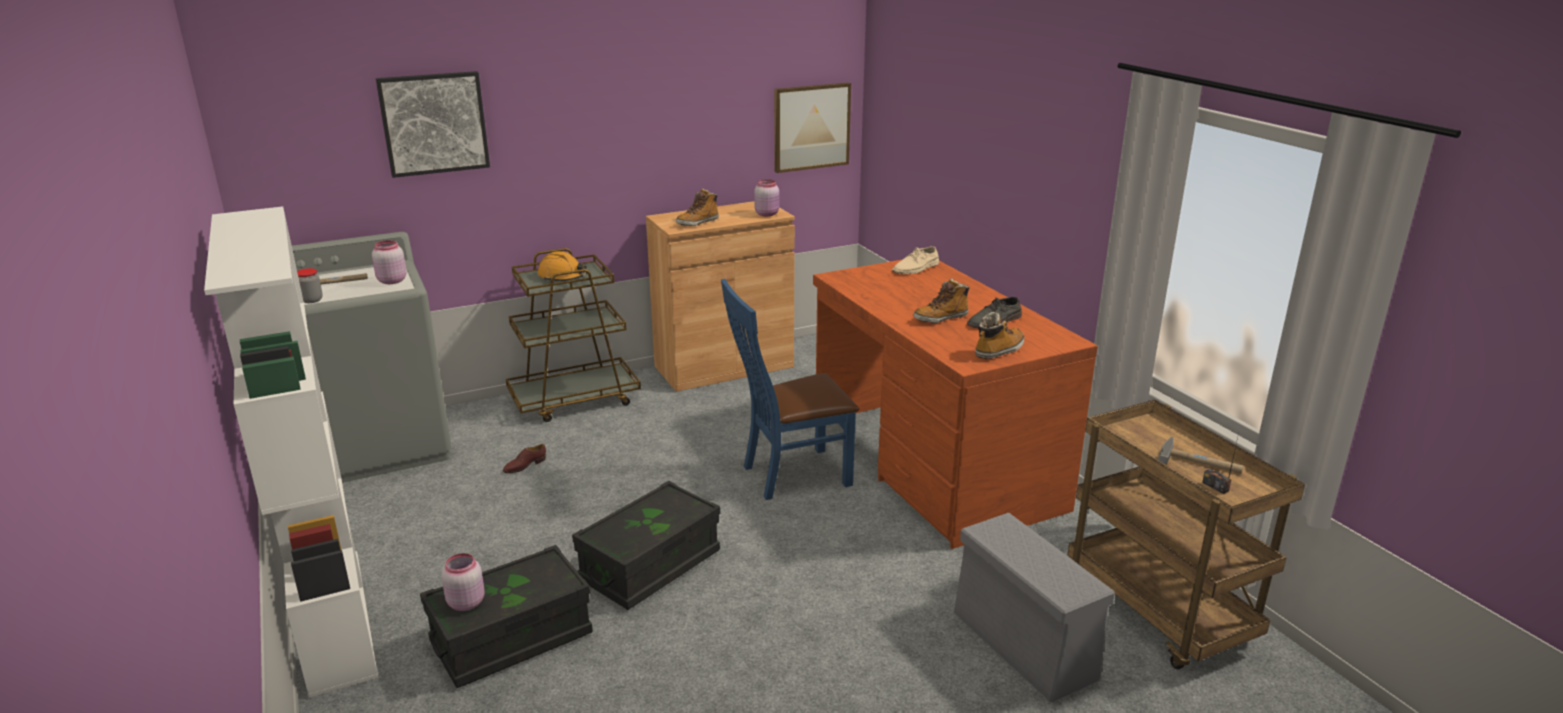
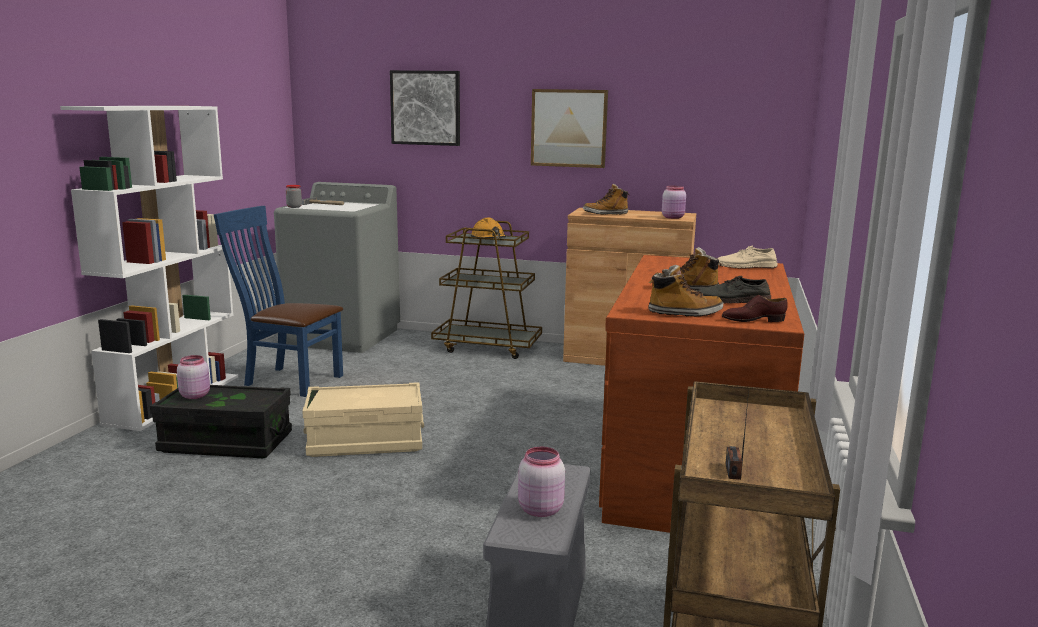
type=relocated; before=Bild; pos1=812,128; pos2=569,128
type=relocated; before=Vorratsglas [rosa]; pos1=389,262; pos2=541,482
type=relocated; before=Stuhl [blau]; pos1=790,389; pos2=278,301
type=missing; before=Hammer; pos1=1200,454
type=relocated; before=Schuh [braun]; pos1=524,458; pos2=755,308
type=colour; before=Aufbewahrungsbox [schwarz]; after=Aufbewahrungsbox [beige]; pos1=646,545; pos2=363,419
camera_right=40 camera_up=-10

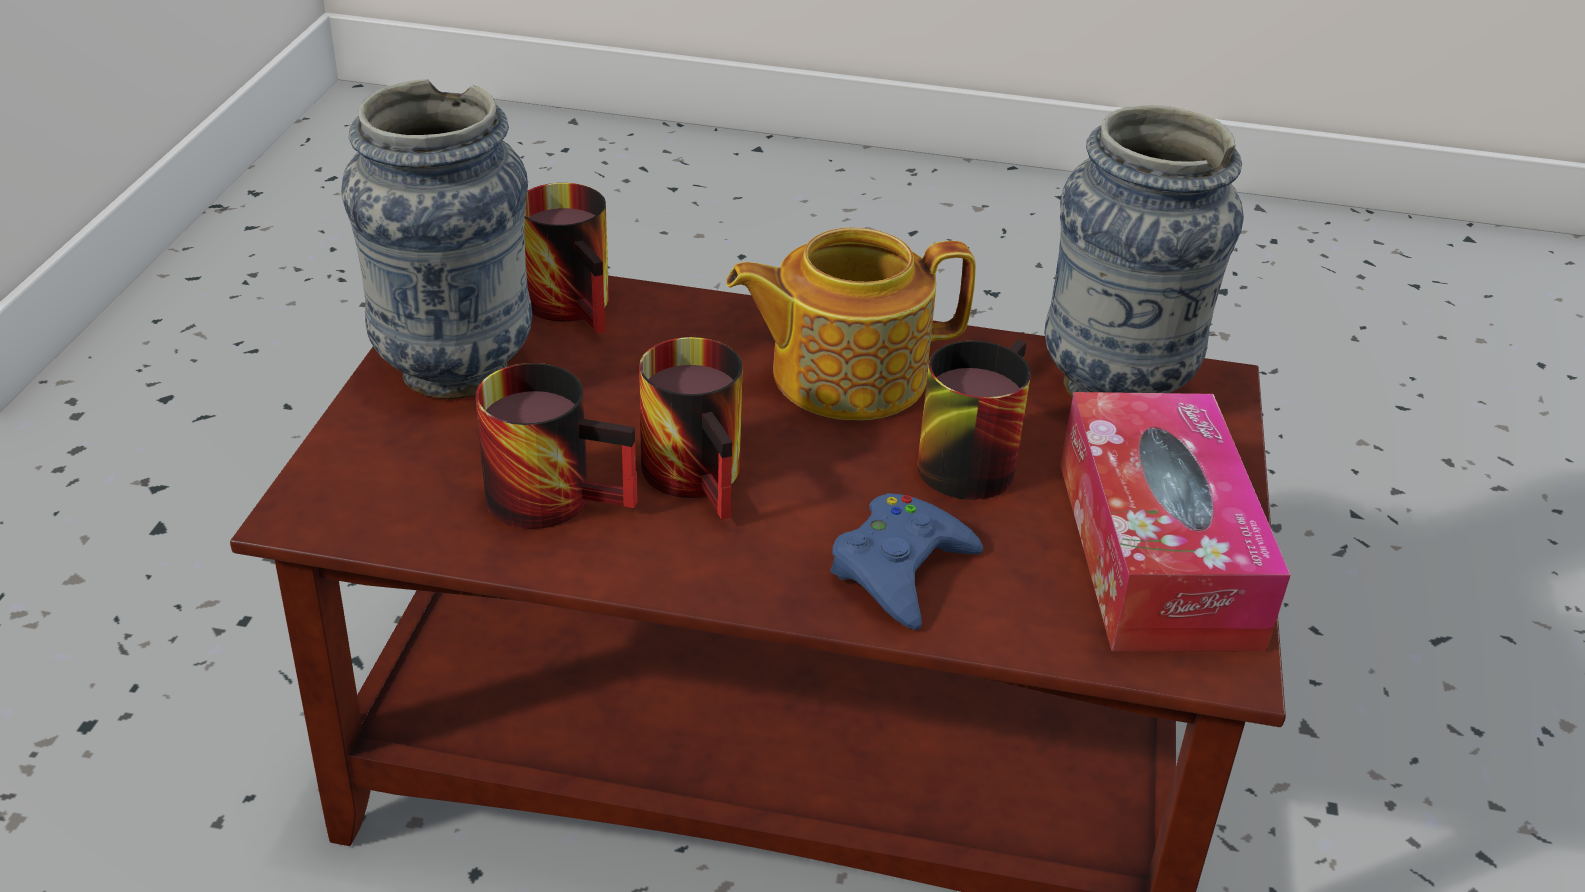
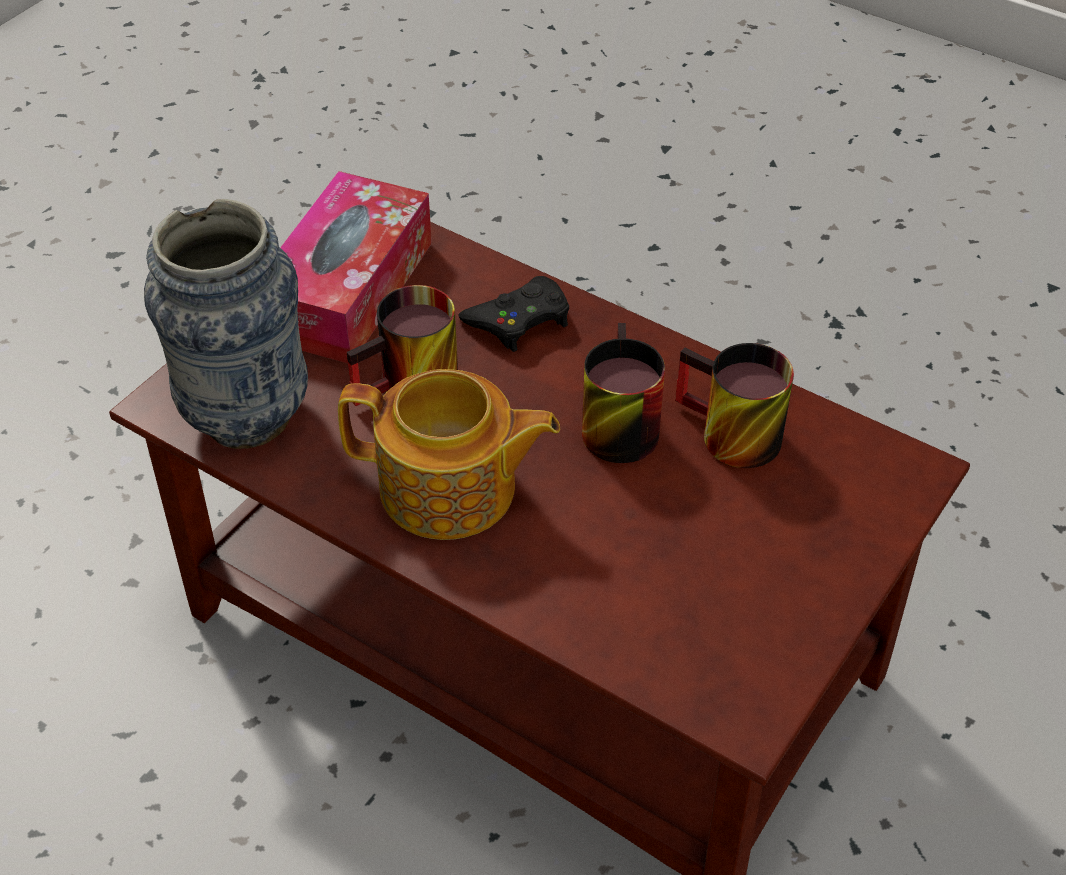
type=missing; before=Vase; pos1=437,239
type=missing; before=Henkelbecher; pos1=567,258
type=colour; before=Gamepad [blau]; after=Gamepad [schwarz]; pos1=906,561; pos2=514,314
camera_right=-155 camera_up=10

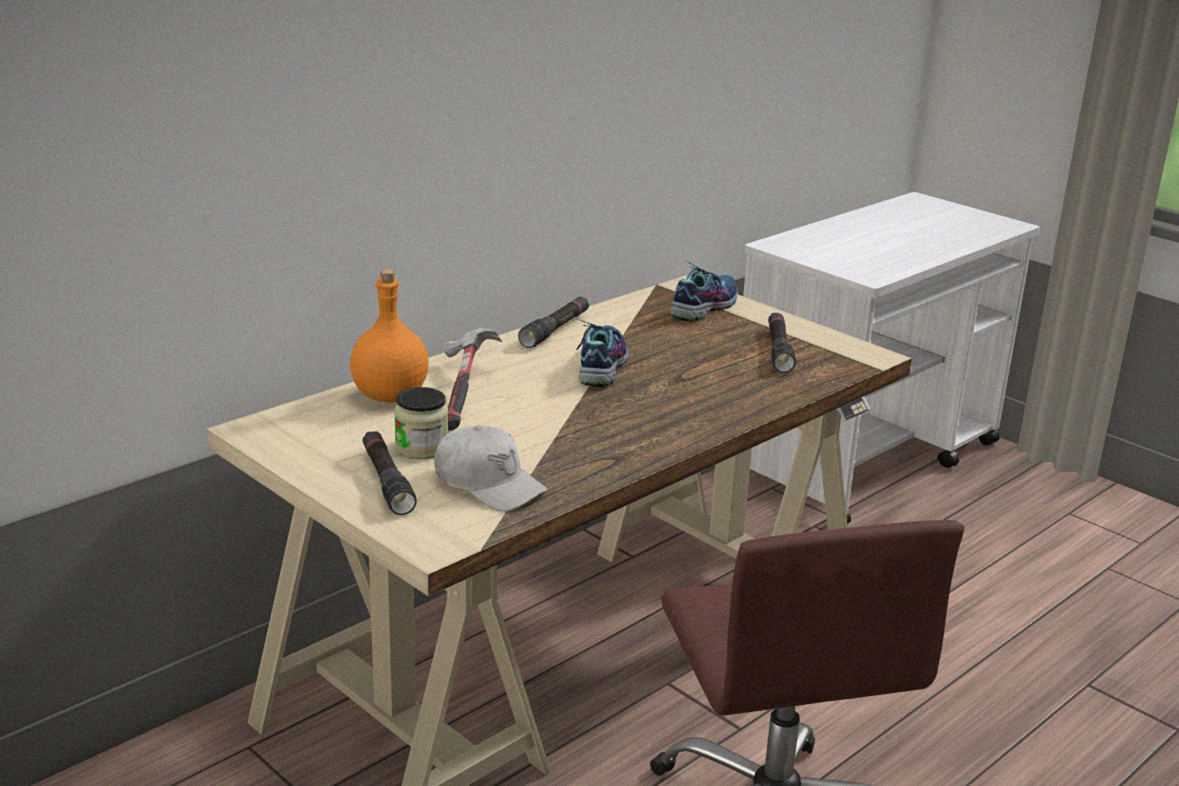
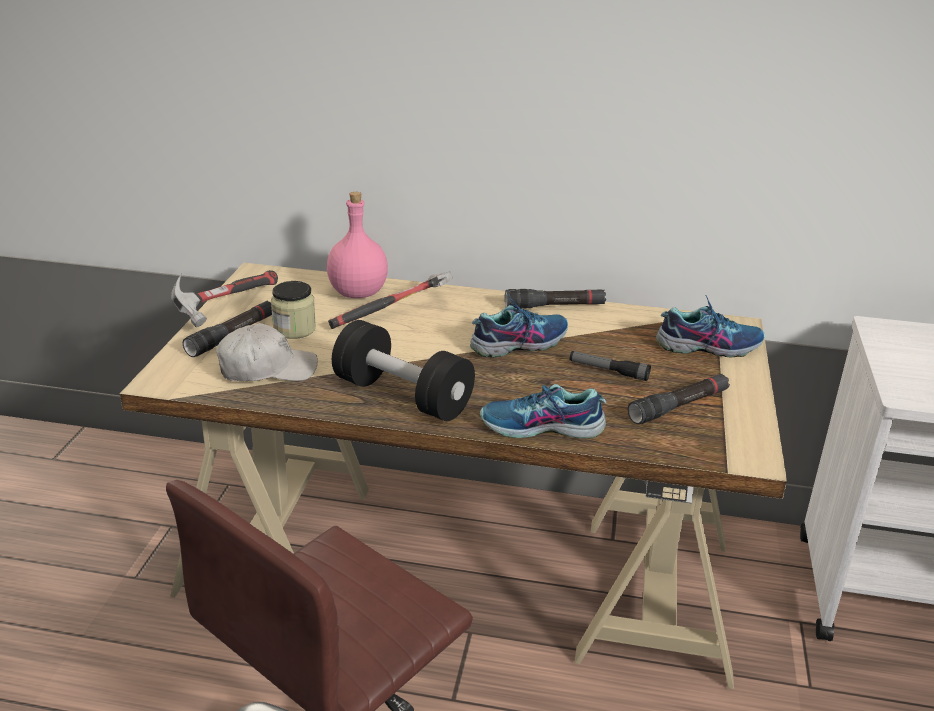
type=colour; before=Flasche [orange]; after=Flasche [rosa]; pos1=389,336; pos2=357,245
type=spun; before=Kappe [weiß]; pos1=491,468; pos2=267,352; turn=-105
type=appeared; after=Hammer; pos2=224,298
type=appeared; after=Hantel [schwarz]; pos2=403,370
type=appeared; after=Taschenlampe; pos2=610,366
type=appeared; after=Schuh; pos2=543,411
camera_right=55 camera_up=5

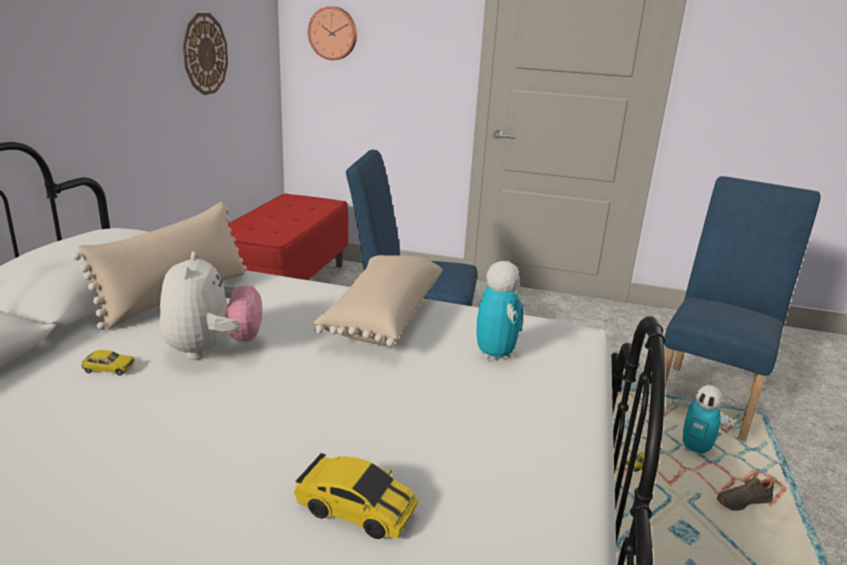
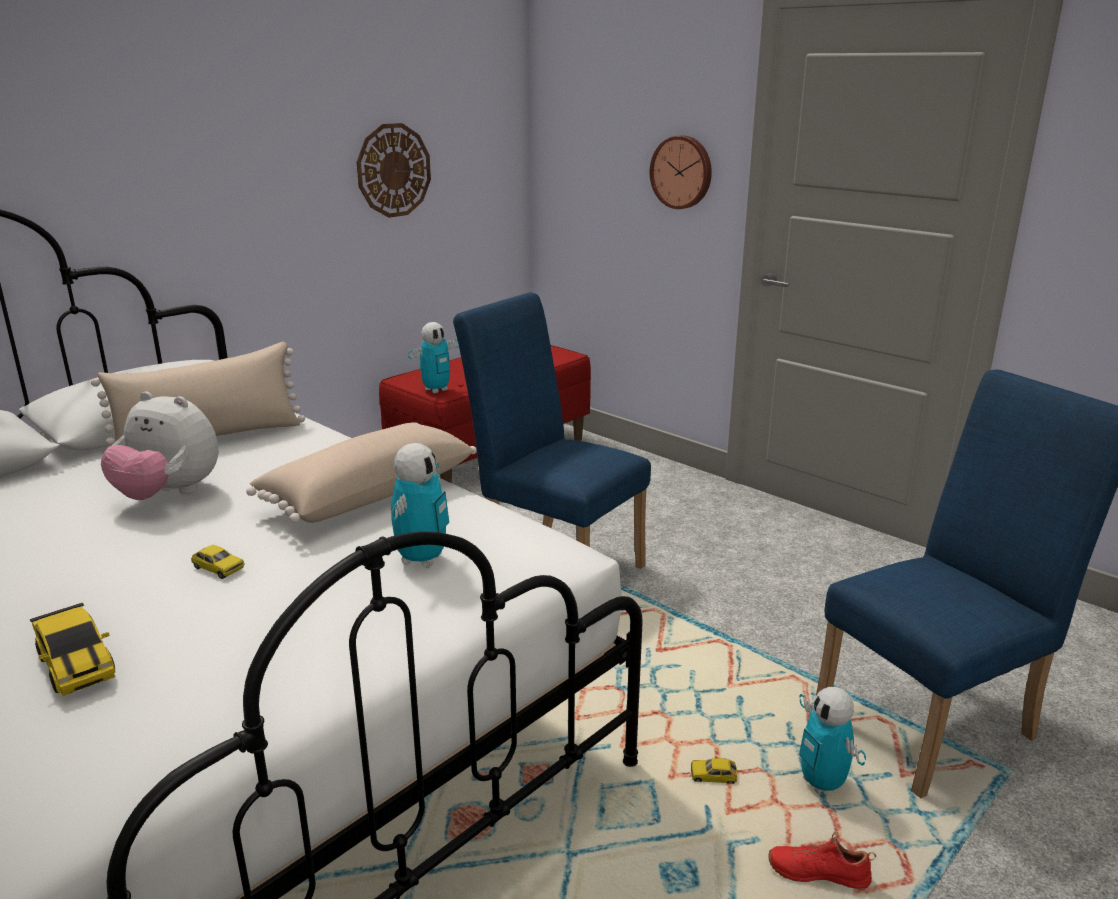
type=relocated; before=Wanduhr; pos1=332,33; pos2=681,172
type=spun; before=Plüschtier; pos1=210,305; pos2=160,445; turn=90
type=relocated; before=Spielzeugauto; pos1=108,363; pos2=218,562
type=colour; before=Schuh [schwarz]; after=Schuh [rot]; pos1=747,491; pos2=822,860
type=appeared; after=Spielzeugroboter; pos2=433,358
camera_right=30 camera_up=0

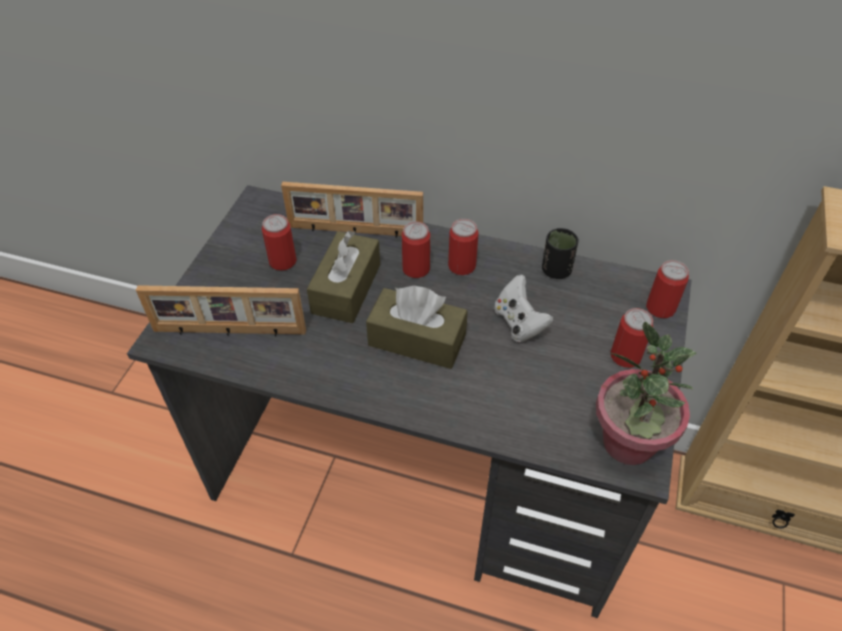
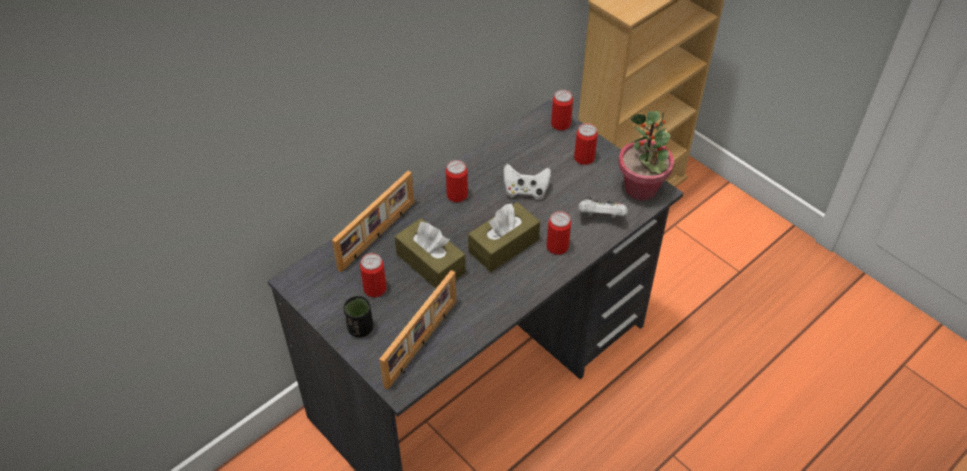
type=relocated; before=Dose; pos1=416,250; pos2=558,233
type=relocated; before=Tasse [schwarz]; pos1=560,253; pos2=358,316
type=appeared; after=Gamepad [weiß]; pos2=603,207
camera_right=-60 camera_up=0

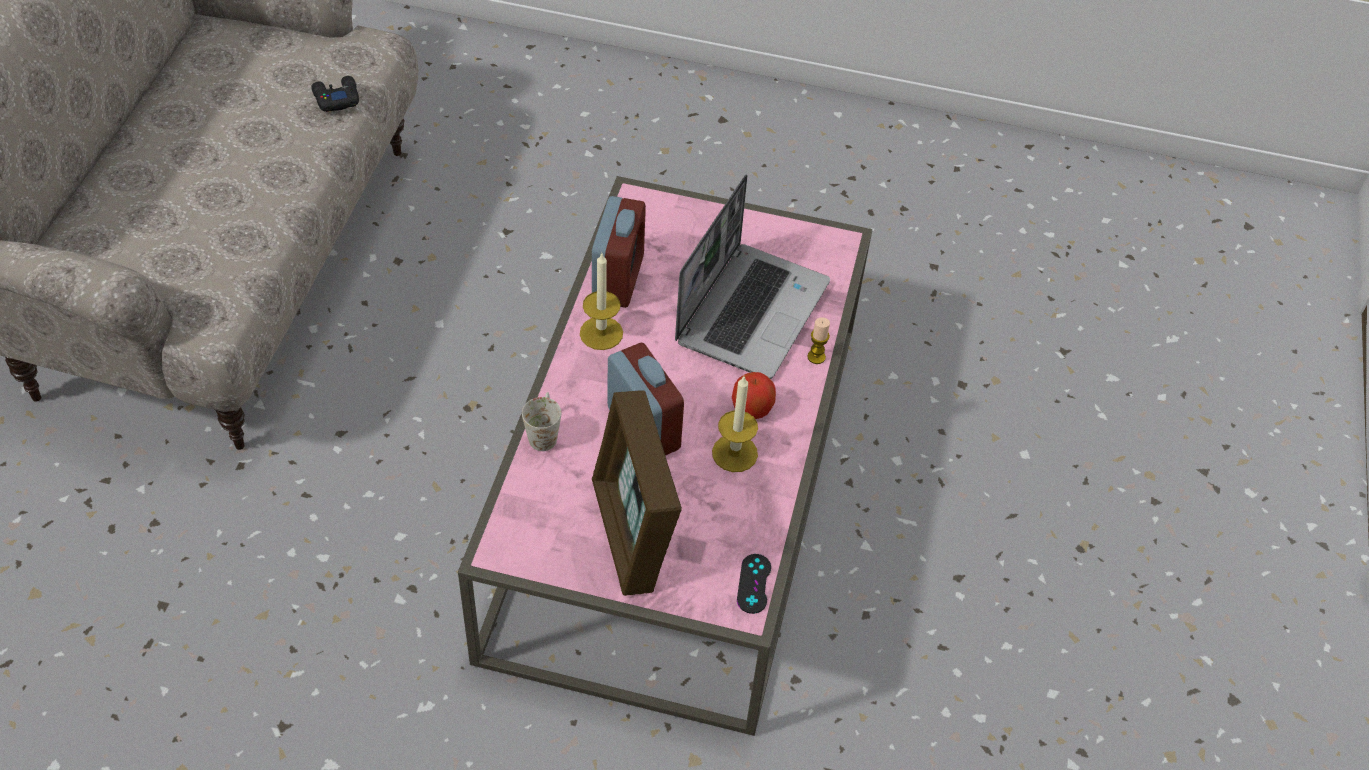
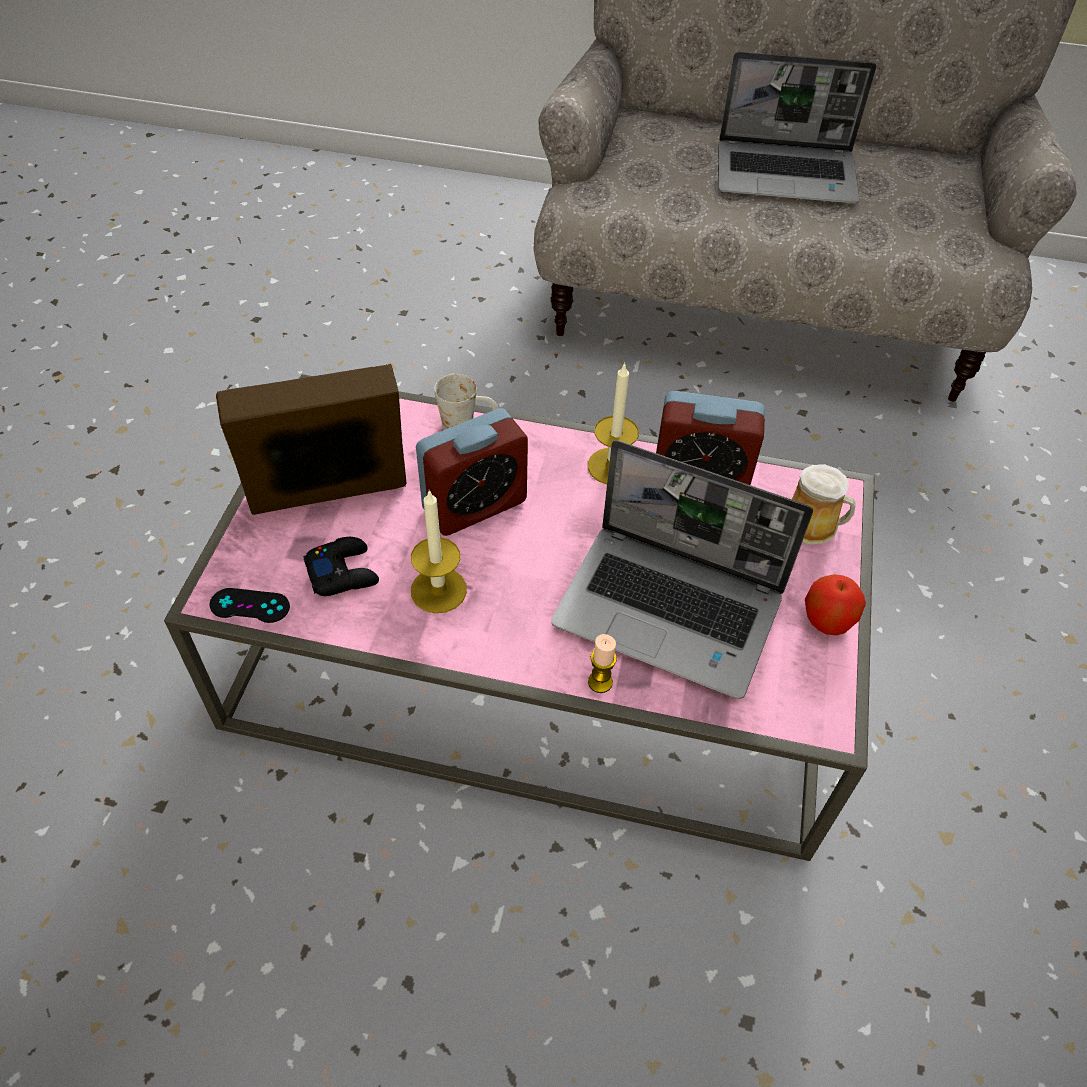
type=relocated; before=Gamepad [schwarz]; pos1=335,94; pos2=341,566
type=relocated; before=Apfel; pos1=754,395; pos2=835,604
type=appeared; after=Laptop; pos2=797,128
type=appeared; after=Henkelbecher; pos2=823,504
camera_right=90 camera_up=0

